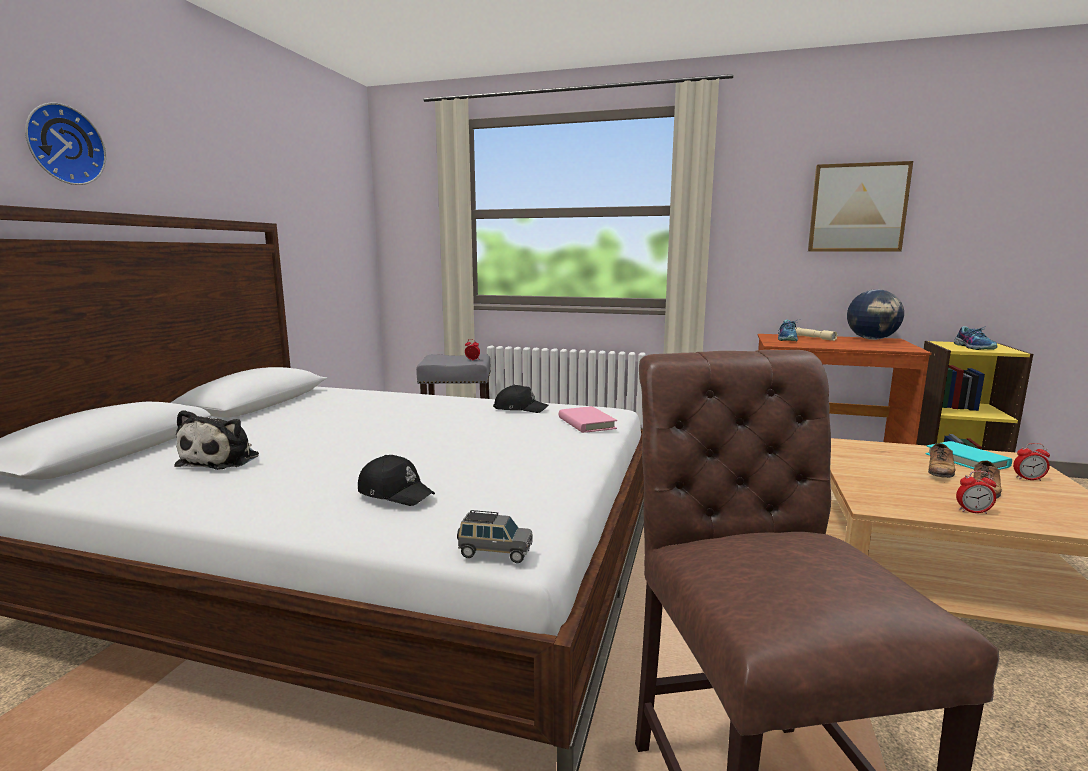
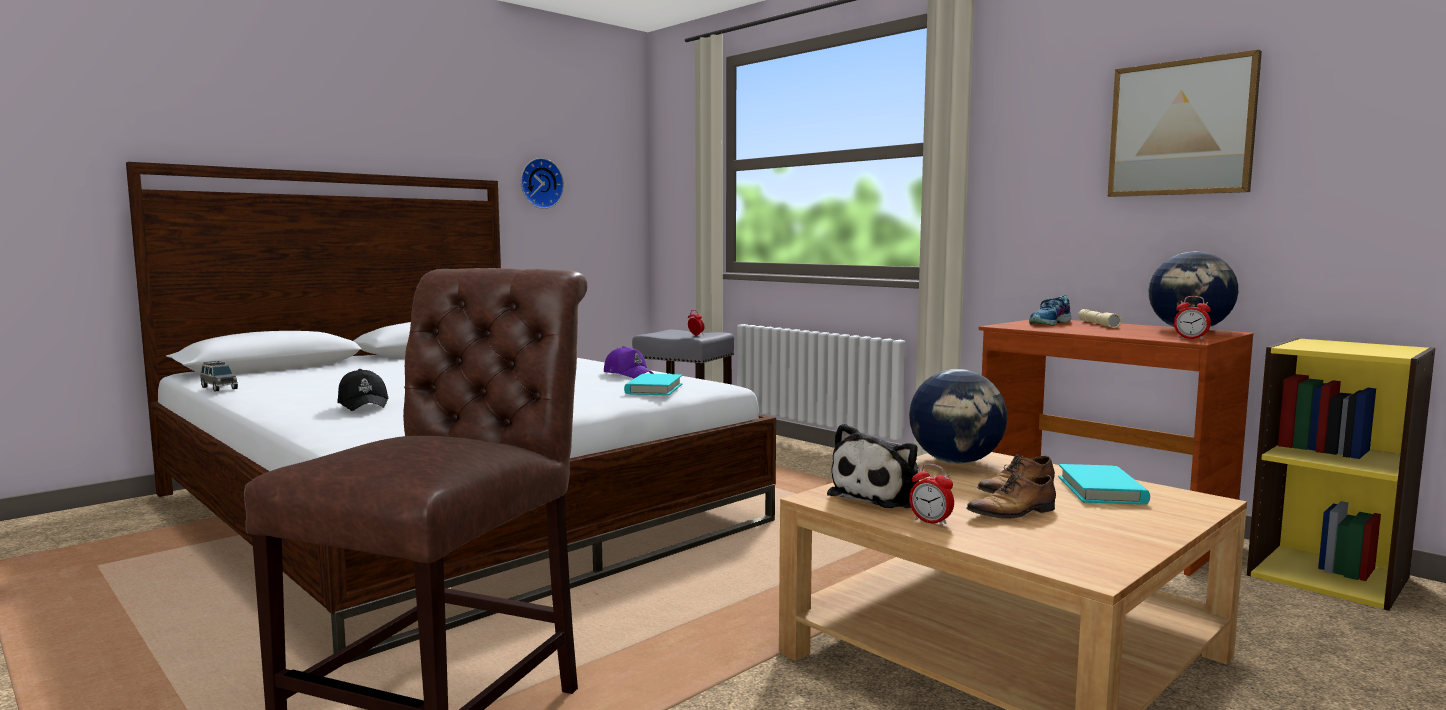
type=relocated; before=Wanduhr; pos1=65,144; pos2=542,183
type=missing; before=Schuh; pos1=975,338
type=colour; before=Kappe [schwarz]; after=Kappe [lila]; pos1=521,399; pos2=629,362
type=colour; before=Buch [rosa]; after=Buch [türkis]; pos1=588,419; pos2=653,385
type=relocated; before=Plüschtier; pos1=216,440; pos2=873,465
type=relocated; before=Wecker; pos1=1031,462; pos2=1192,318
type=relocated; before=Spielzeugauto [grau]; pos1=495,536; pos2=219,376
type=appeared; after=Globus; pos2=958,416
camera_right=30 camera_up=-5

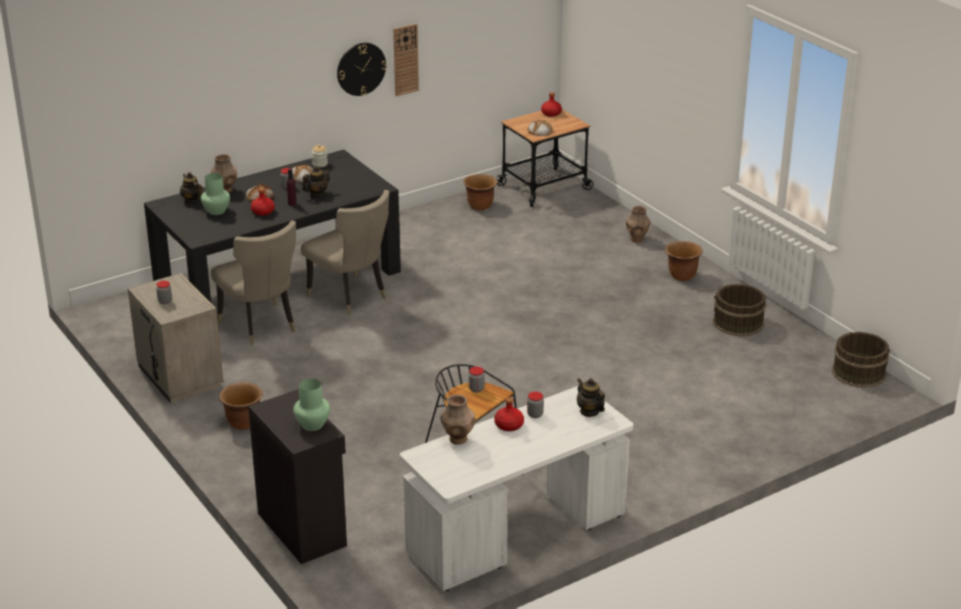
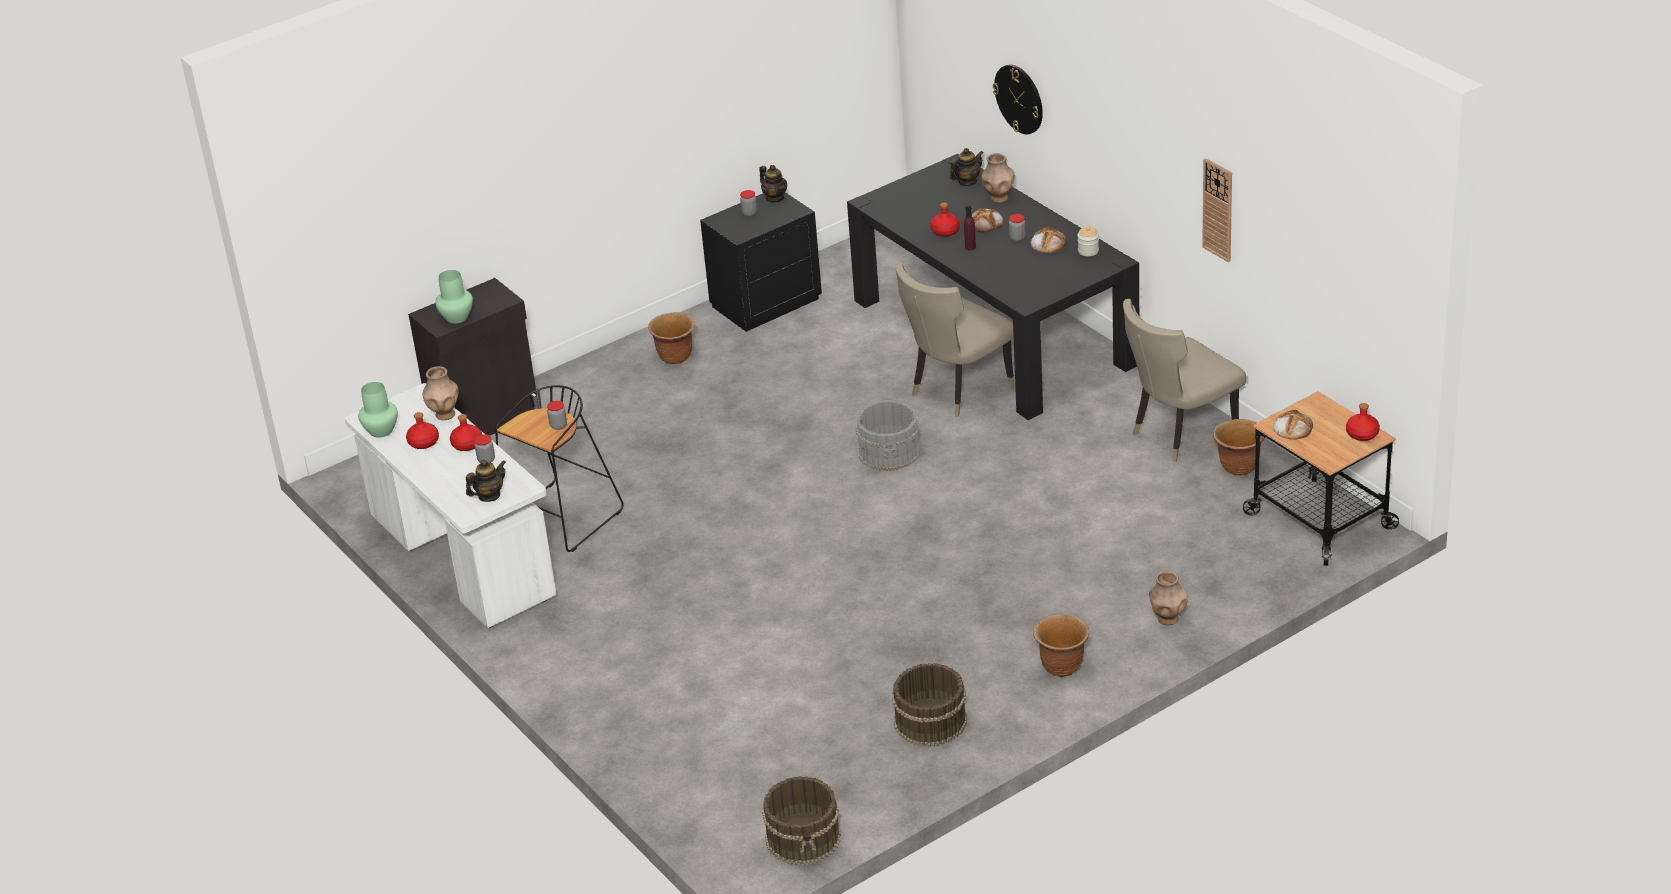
type=relocated; before=Wanduhr; pos1=362,69; pos2=1018,99
type=relocated; before=Teekanne; pos1=316,181; pos2=773,183
type=relocated; before=Vase [grün]; pos1=215,194; pos2=378,410
type=relocated; before=Stuhl [beige]; pos1=253,283; pos2=1184,380
type=colour; before=Nachttisch [beige]; after=Nachttisch [schwarz]; pos1=175,338; pos2=761,262
type=appeared; after=Eimer [grau]; pos2=888,435
type=appeared; after=Flasche [rot]; pos2=422,430
camera_right=90 camera_up=5

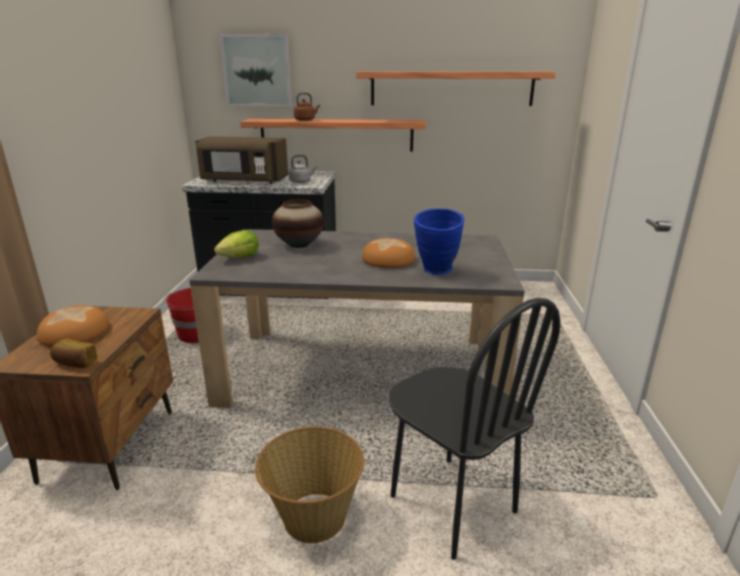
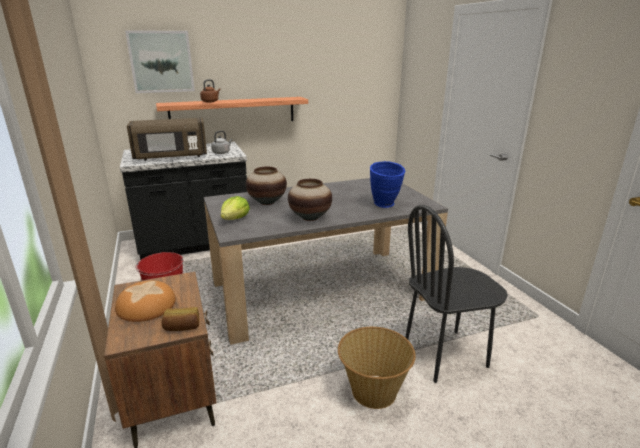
type=missing; before=Wandregal; pos1=456,89
type=missing; before=Brot; pos1=389,253
type=spun; before=Stuhl [schwarz]; pos1=474,429; pos2=456,294; turn=135
type=appeared; after=Vase; pos2=310,200
camera_right=-25 camera_up=0

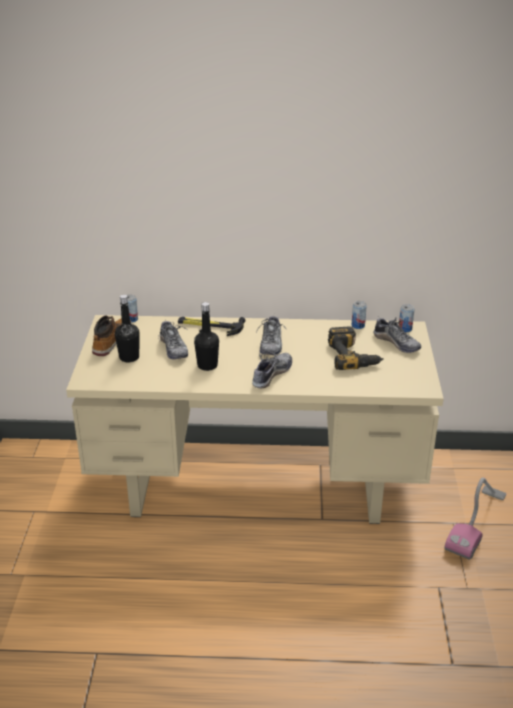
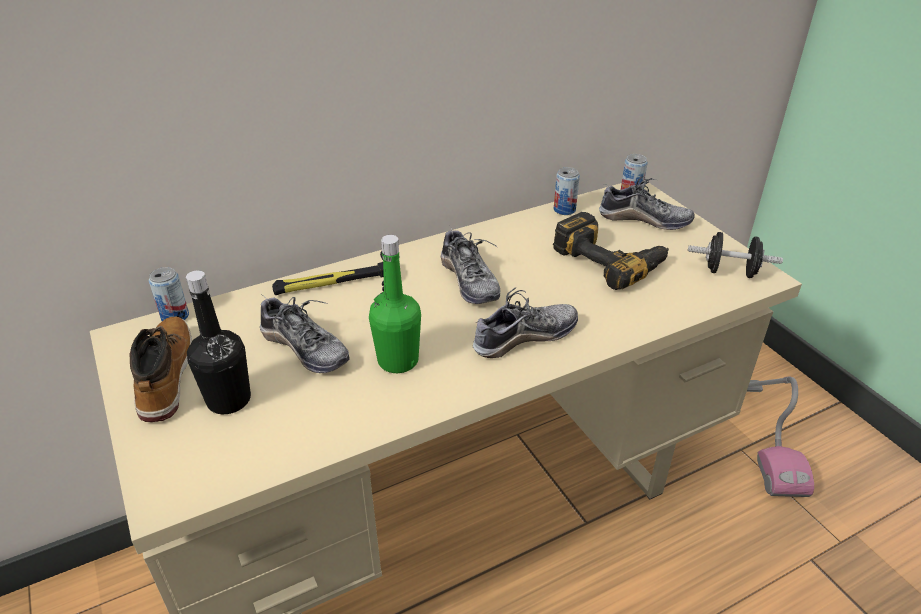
type=colour; before=Flasche [schwarz]; after=Flasche [grün]; pos1=206,336; pos2=395,304
type=spun; before=Schuh; pos1=272,369; pos2=525,322; turn=60
type=appeared; after=Hantel [schwarz]; pos2=735,255
camera_right=-30 camera_up=5

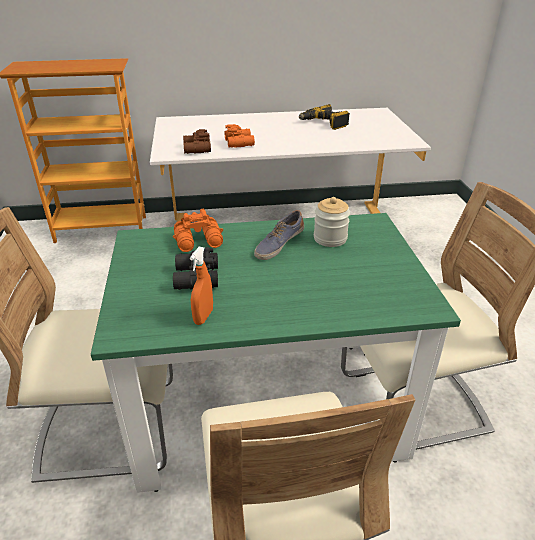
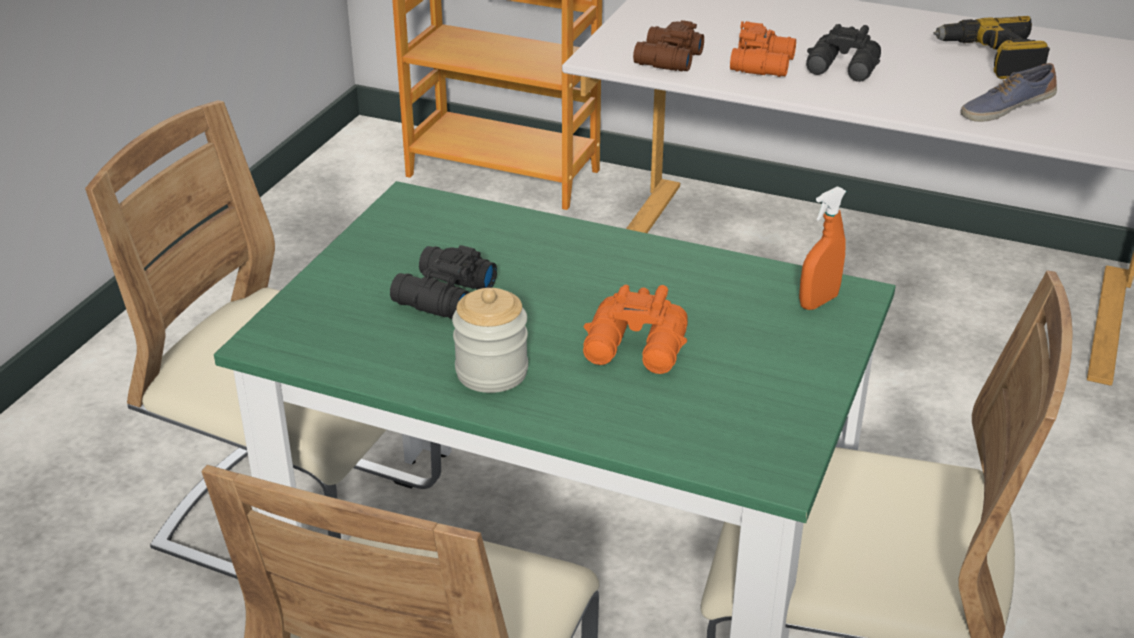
type=relocated; before=Vorratsglas; pos1=332,222; pos2=490,340
type=relocated; before=Fernglas [orange]; pos1=198,230; pos2=635,329
type=relocated; before=Schuh; pos1=279,235; pos2=1009,92
type=relocated; before=Sprühflasche [orange]; pos1=201,286; pos2=822,248
type=appeared; after=Fernglas [schwarz]; pos2=843,53
camera_right=30 camera_up=0

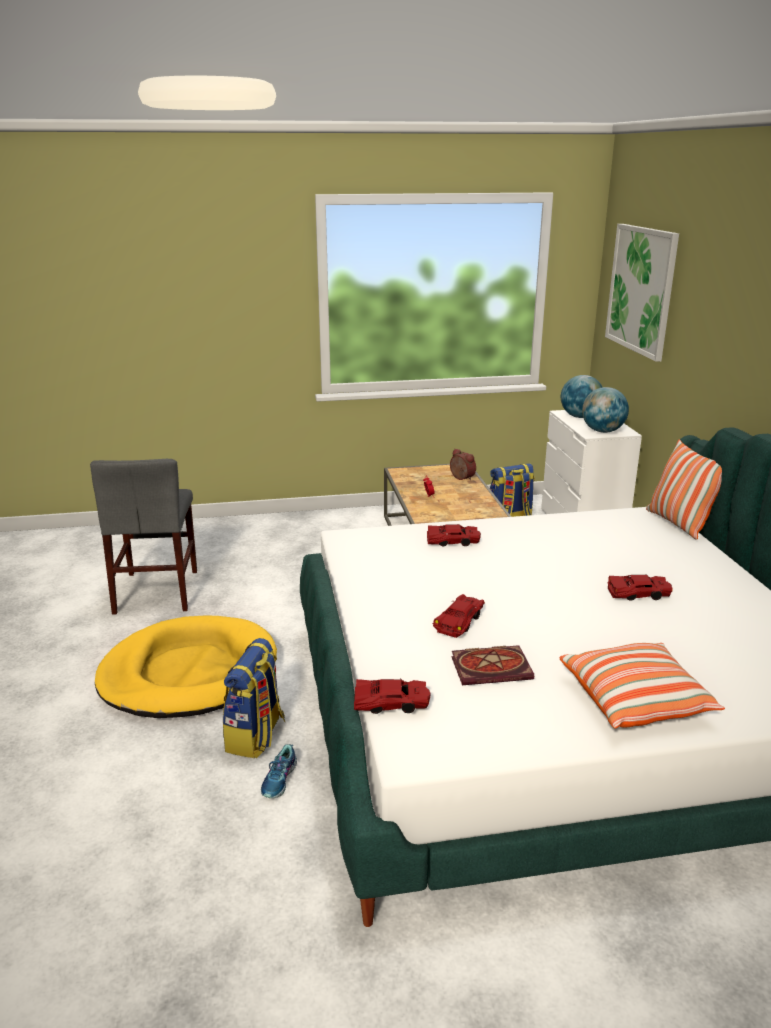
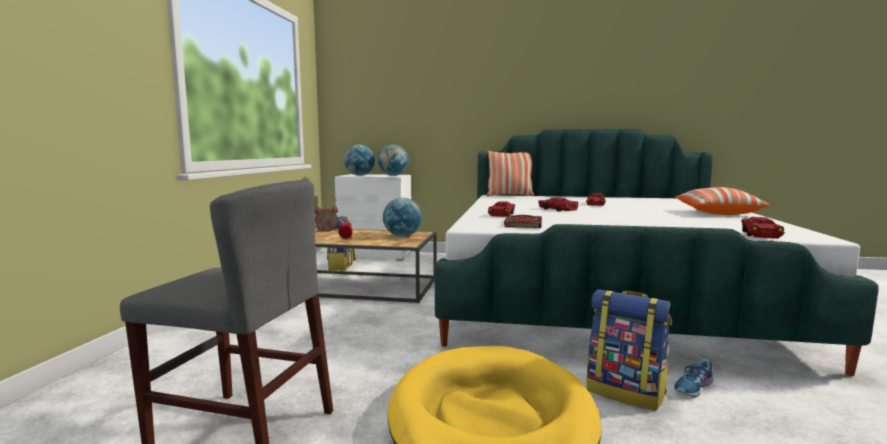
type=missing; before=Bild; pos1=642,293
type=relocated; before=Spielzeugauto [rot]; pos1=459,616; pos2=558,204
type=relocated; before=Buch; pos1=492,665; pos2=523,221
type=spun; before=Schuh; pos1=279,771; pos2=693,378; turn=105
type=appeared; after=Globus; pos2=402,217
camera_right=-70 camera_up=-15

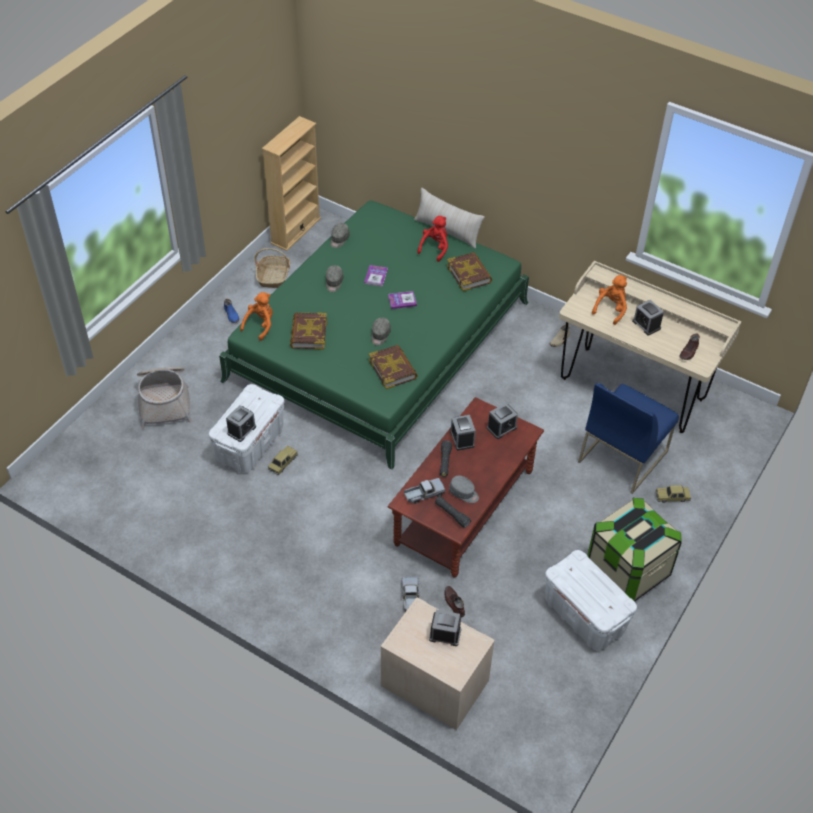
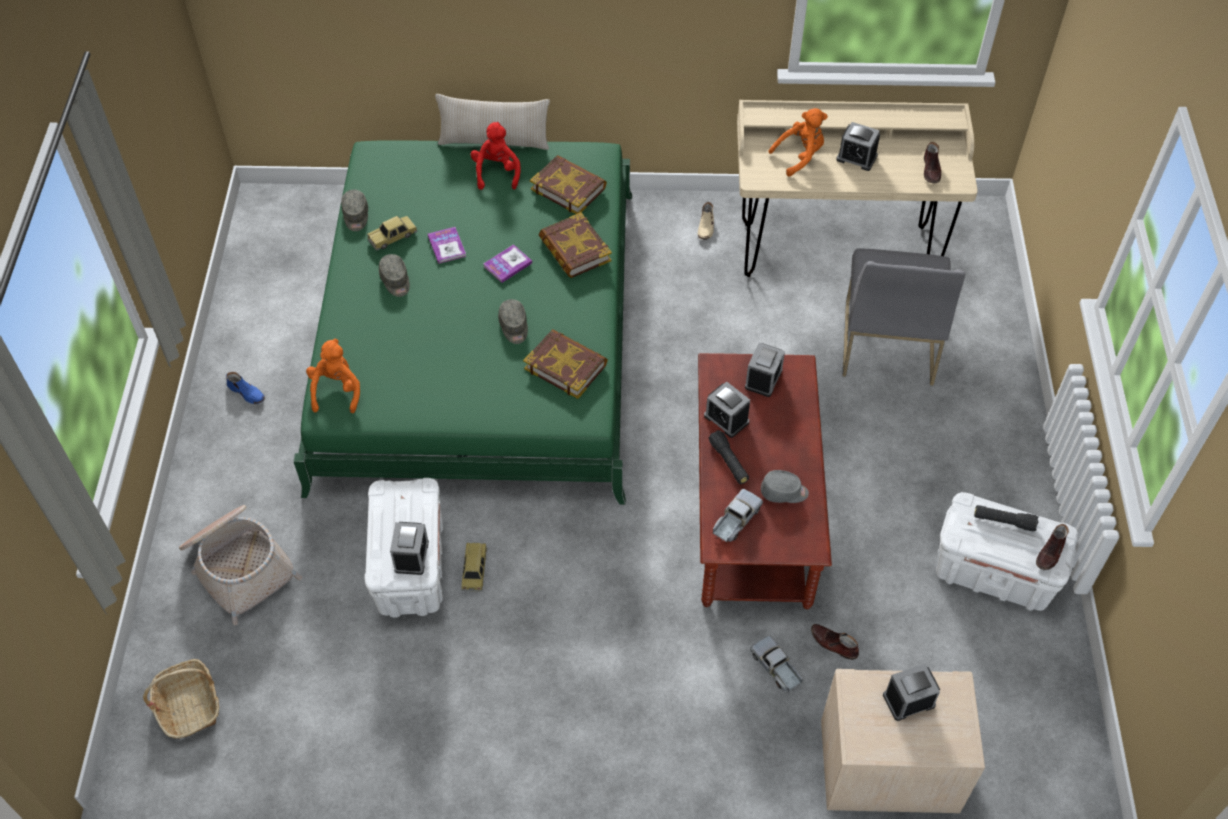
type=missing; before=Bücherregal [beige]; pos1=291,183
type=relocated; before=Korb; pos1=272,268; pos2=181,699
type=spun; before=Plüschtier [orange]; pos1=609,300; pos2=798,142; turn=60
type=relocated; before=Buch; pos1=308,331; pos2=575,245
type=colour; before=Stuhl [blau]; after=Stuhl [grau]; pos1=628,438; pos2=904,316
type=relocated; before=Spielzeugauto; pos1=673,494; pos2=392,233
type=relocated; before=Taschenlampe [schwarz]; pos1=453,512; pos2=1006,518
type=missing; before=Aufbewahrungsbox; pos1=634,550
type=appeared; after=Schuh [braun]; pos2=1052,547
camera_right=-30 camera_up=5

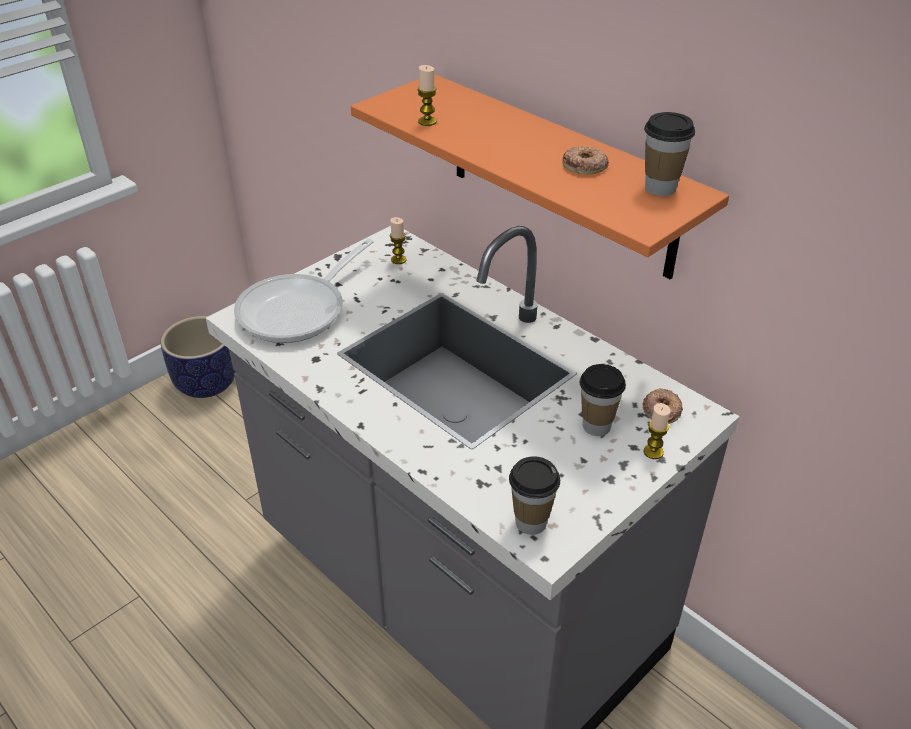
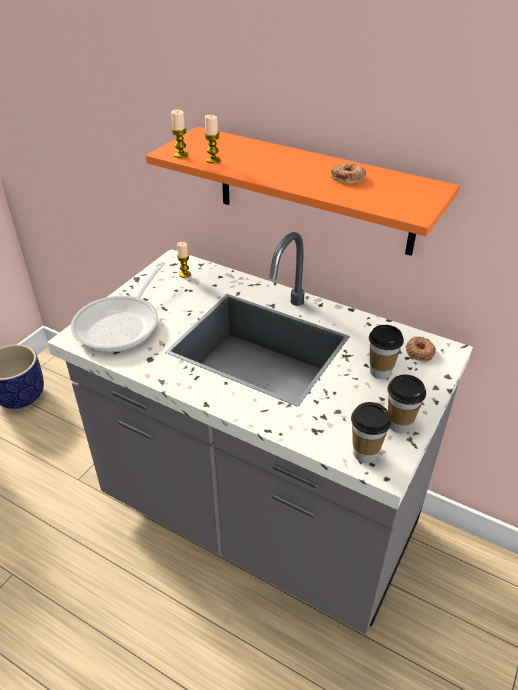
type=relocated; before=Tasse; pos1=669,154; pos2=406,404
type=relocated; before=Kerze; pos1=656,431; pos2=179,133
camera_right=-15 camera_up=0

